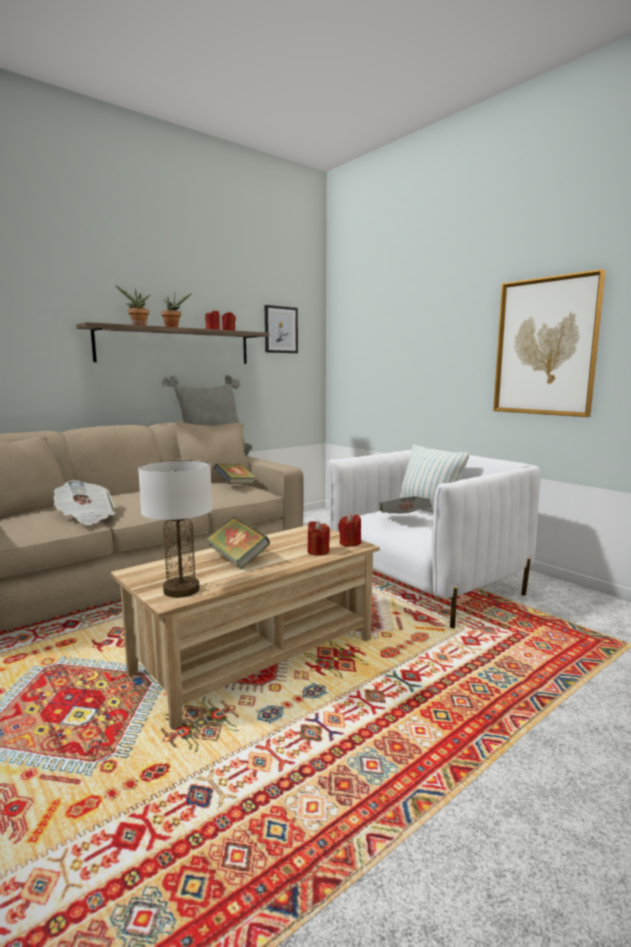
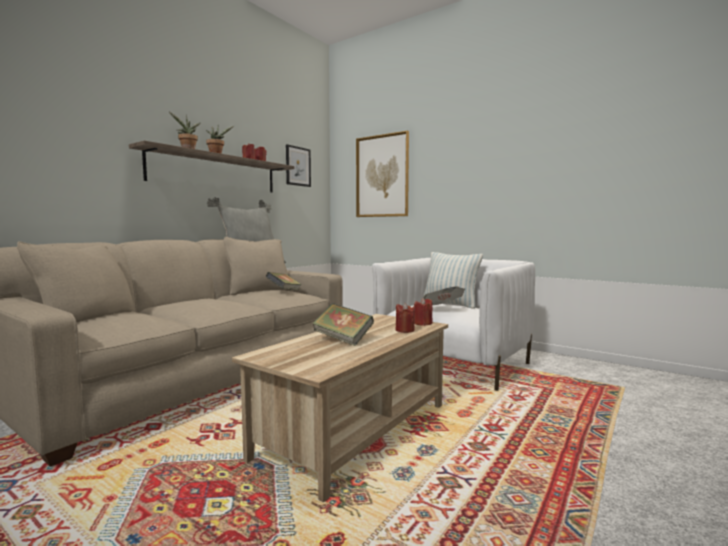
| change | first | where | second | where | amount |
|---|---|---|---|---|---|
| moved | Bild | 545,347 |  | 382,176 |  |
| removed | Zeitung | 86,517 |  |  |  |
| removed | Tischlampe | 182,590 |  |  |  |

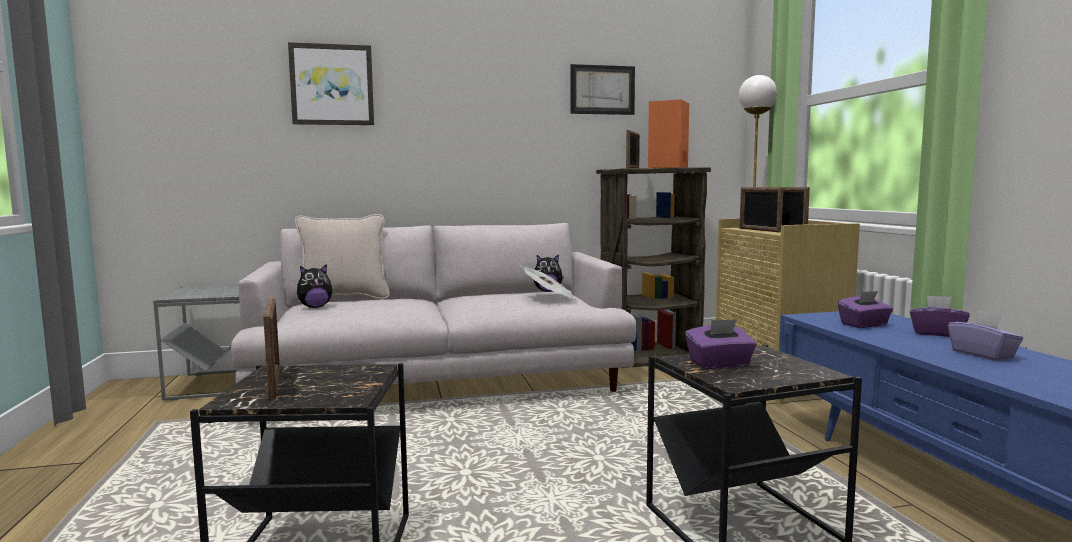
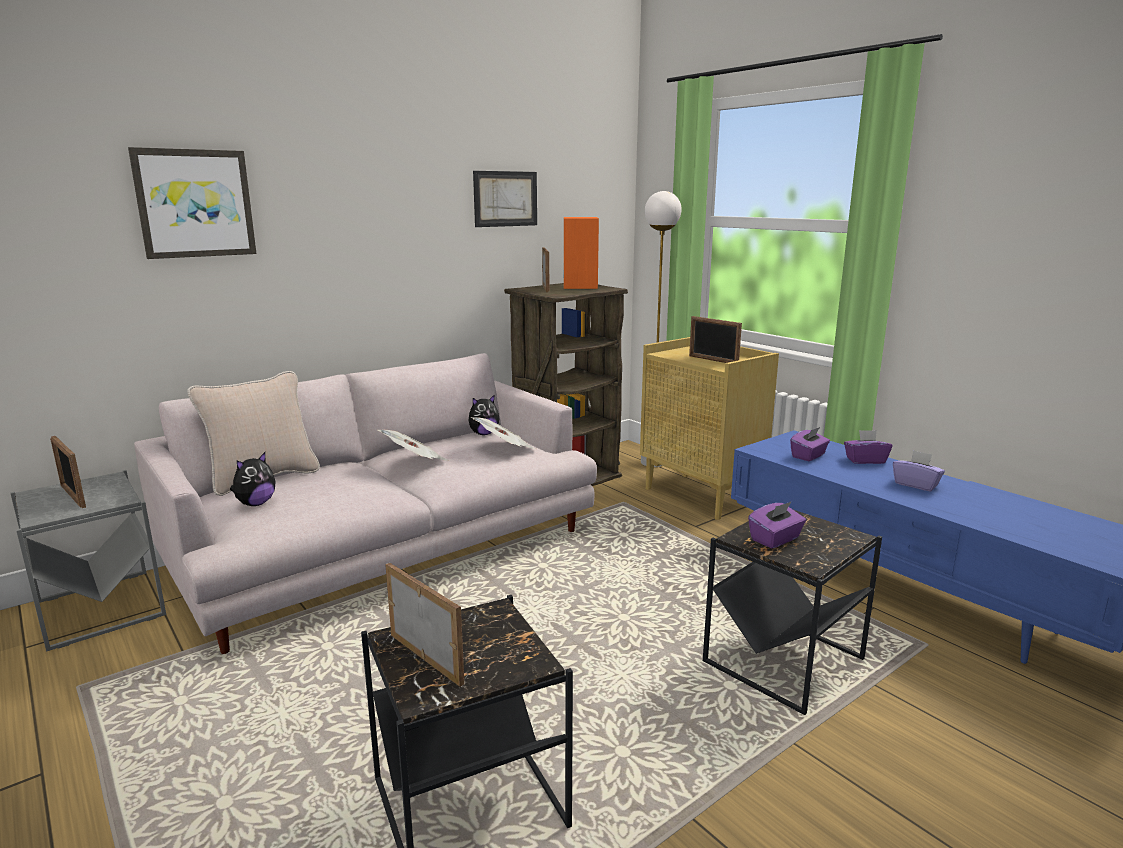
| change | first | where | second | where | amount |
|---|---|---|---|---|---|
| moved | Bilderrahmen | 759,230 |  | 73,496 |  |
| added |  |  | Zeitung | 415,462 |  |

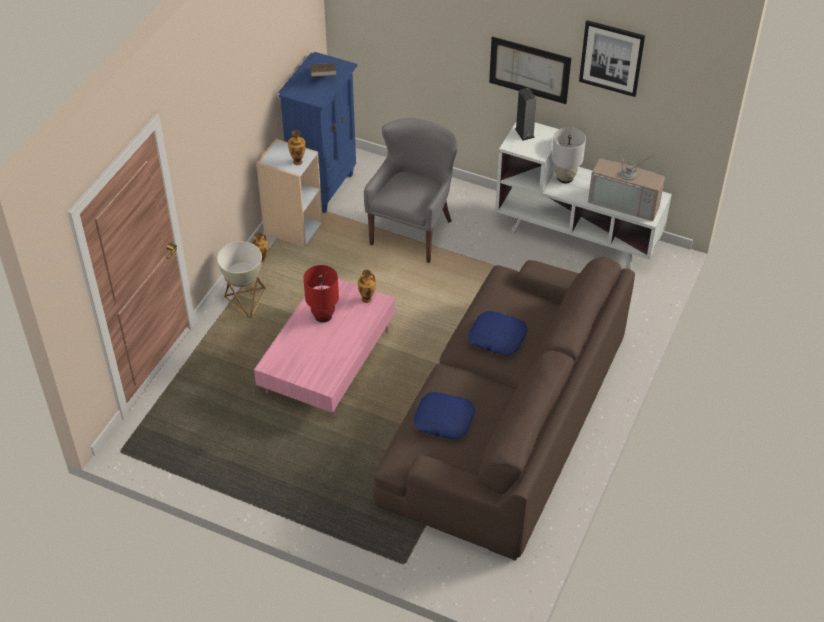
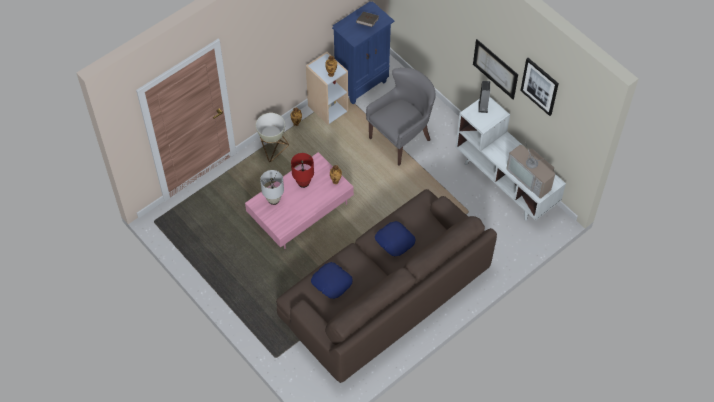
| change | first | where | second | where | amount |
|---|---|---|---|---|---|
| moved | Tischlampe (weiß) | 565,178 |  | 273,200 |  |

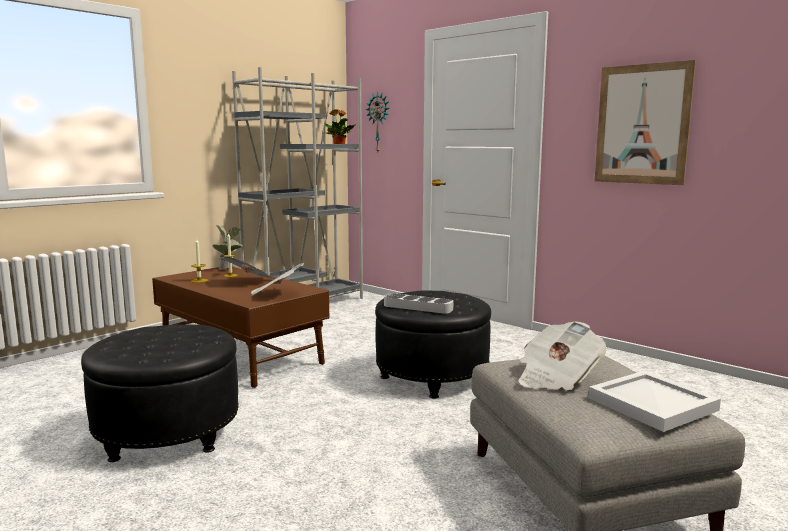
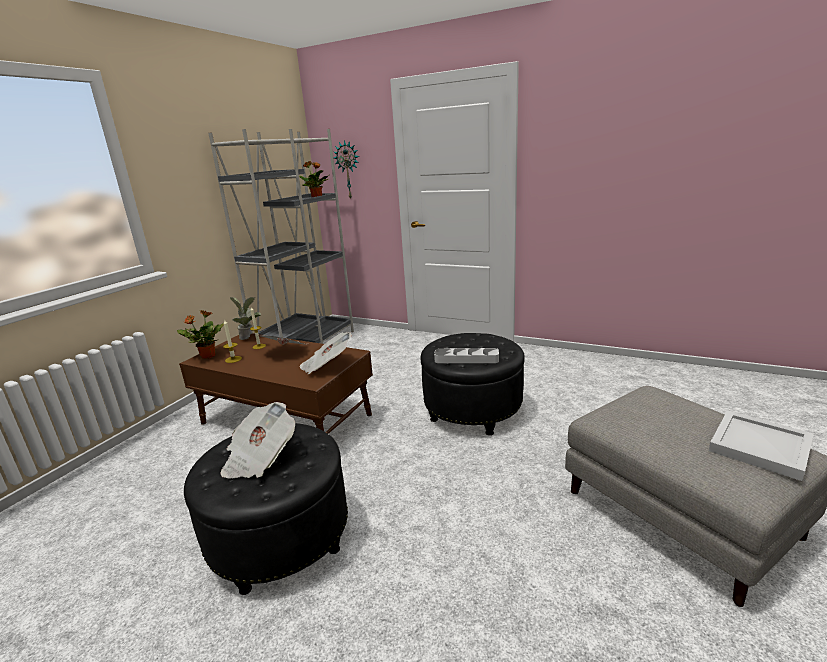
| change | first | where | second | where | amount |
|---|---|---|---|---|---|
| added |  |  | Topfpflanze | 207,356 |  |
| moved | Zeitung | 556,378 |  | 260,458 |  |
| removed | Bild | 642,124 |  |  |  |

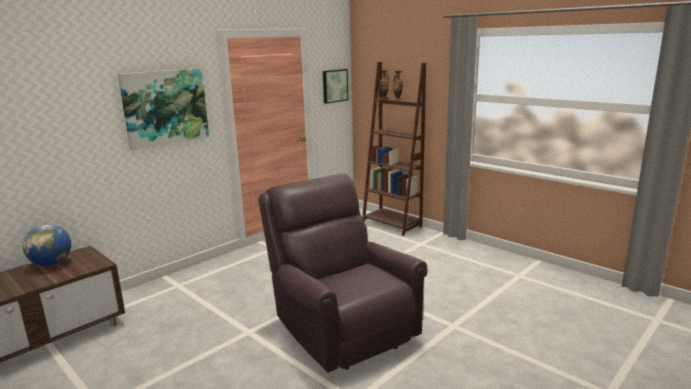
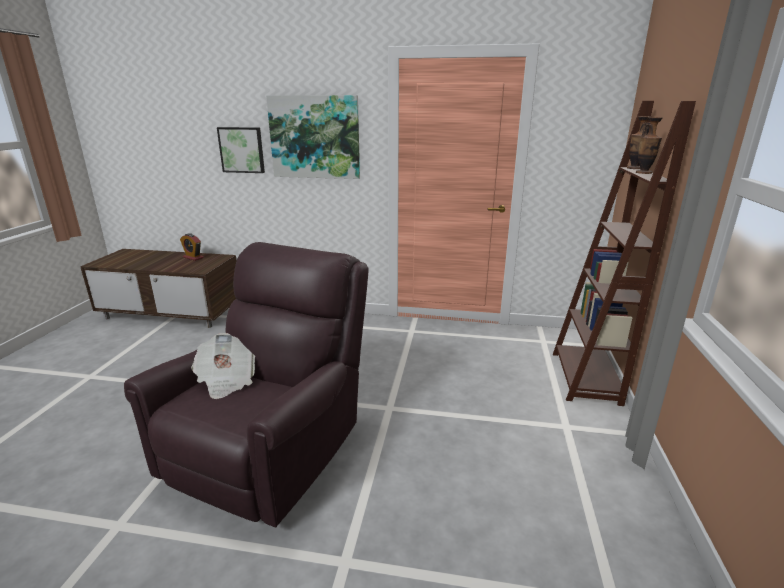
| change | first | where | second | where | amount |
|---|---|---|---|---|---|
| replaced | Globus | 51,264 | Wecker | 193,257 |  |
| added |  |  | Zeitung | 226,380 |  |
| moved | Bild | 334,85 |  | 242,150 |  |

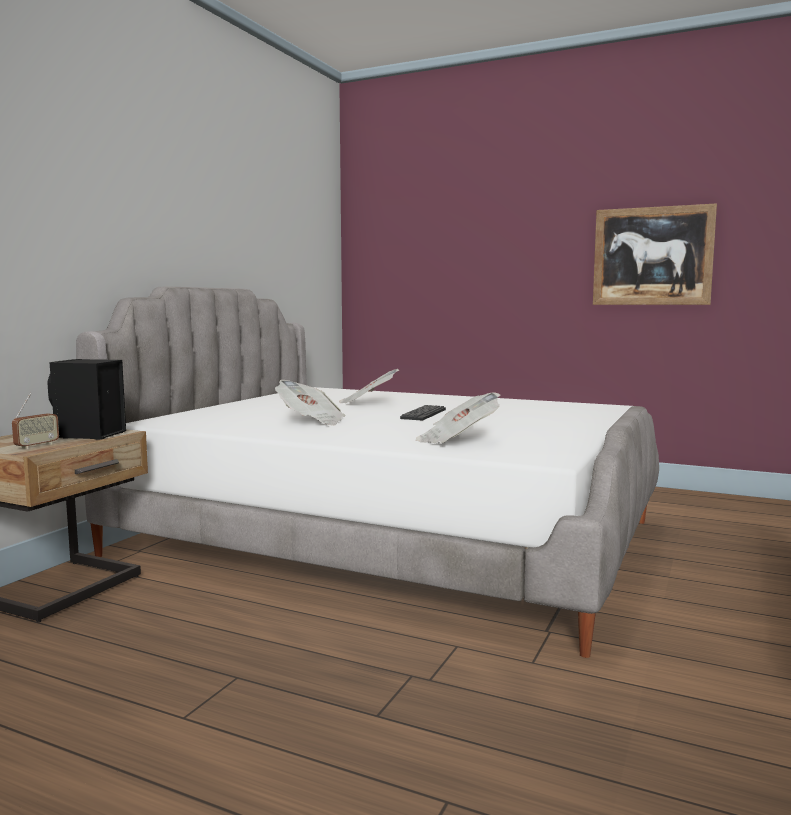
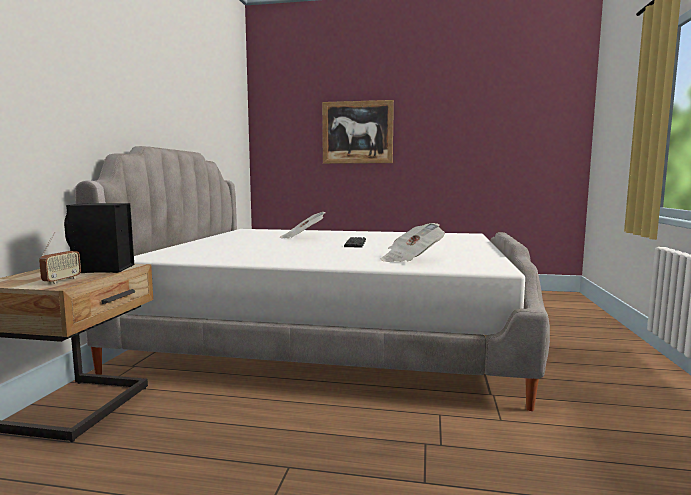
| change | first | where | second | where | amount |
|---|---|---|---|---|---|
| moved | Bild | 652,256 |  | 357,132 |  |
| removed | Zeitung | 311,421 |  |  |  |

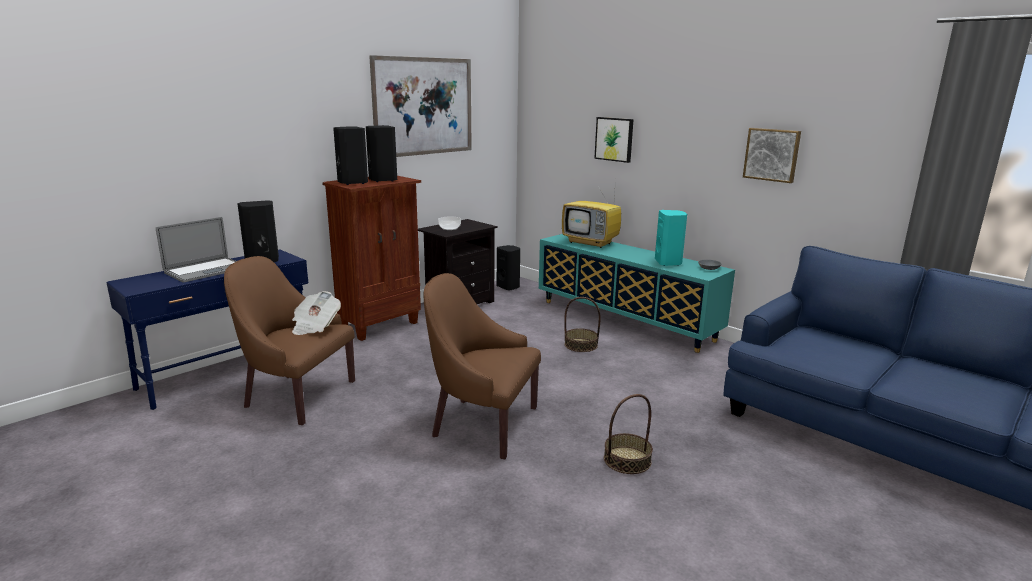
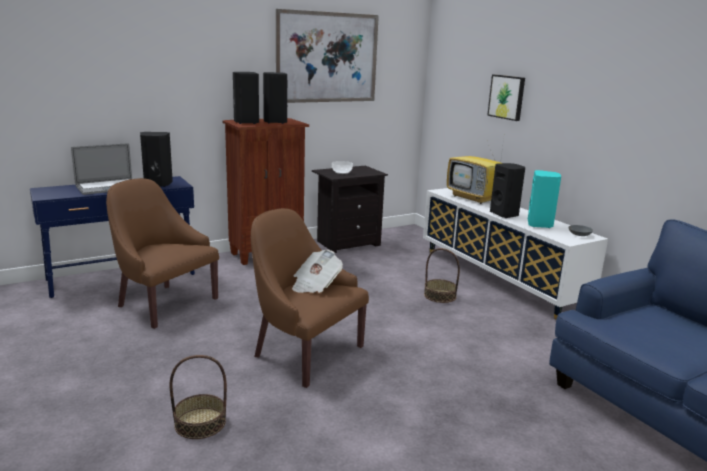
| change | first | where | second | where | amount |
|---|---|---|---|---|---|
| moved | Korb | 627,460 |  | 200,423 |  |
| moved | Zeitung | 315,326 |  | 315,285 |  |
| recoloured | Fernsehschrank (türkis) | 626,320 | Fernsehschrank (weiß) | 499,279 |  |
| moved | Lautsprecher (schwarz) | 509,287 |  | 505,214 |  |
| removed | Bild | 772,154 |  |  |  |

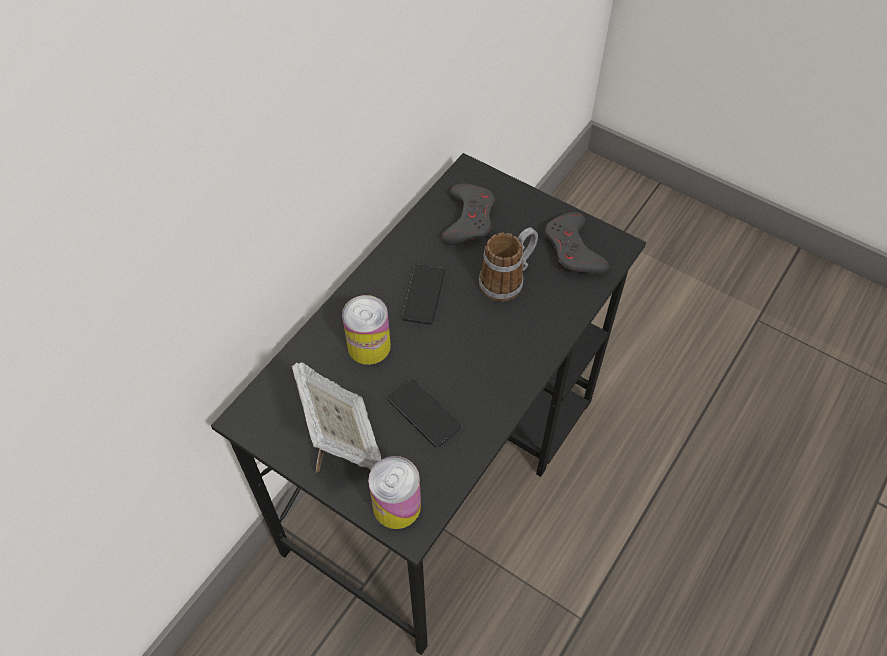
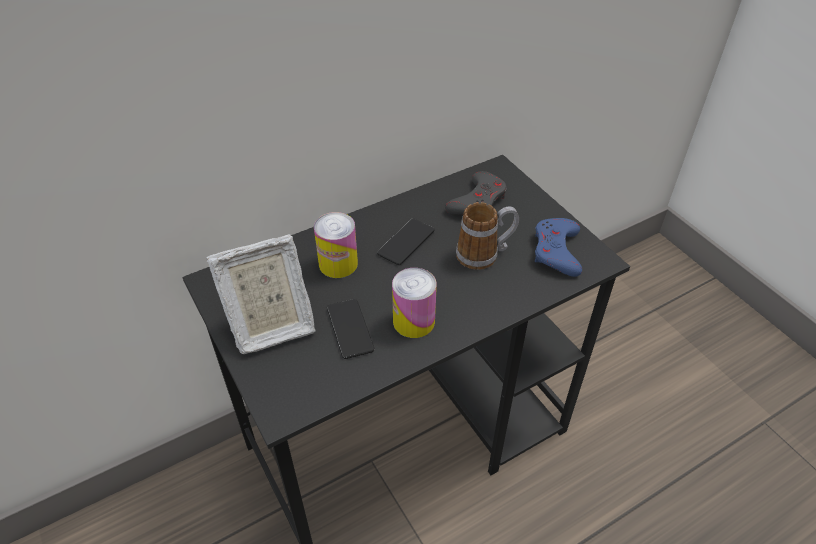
| change | first | where | second | where | amount |
|---|---|---|---|---|---|
| turned | Bilderrahmen | 343,444 |  | 270,327 | 60 degrees clockwise |
| moved | Dose | 396,506 |  | 414,321 |  |
| recoloured | Gamepad (grau) | 573,250 | Gamepad (blau) | 556,251 |  |

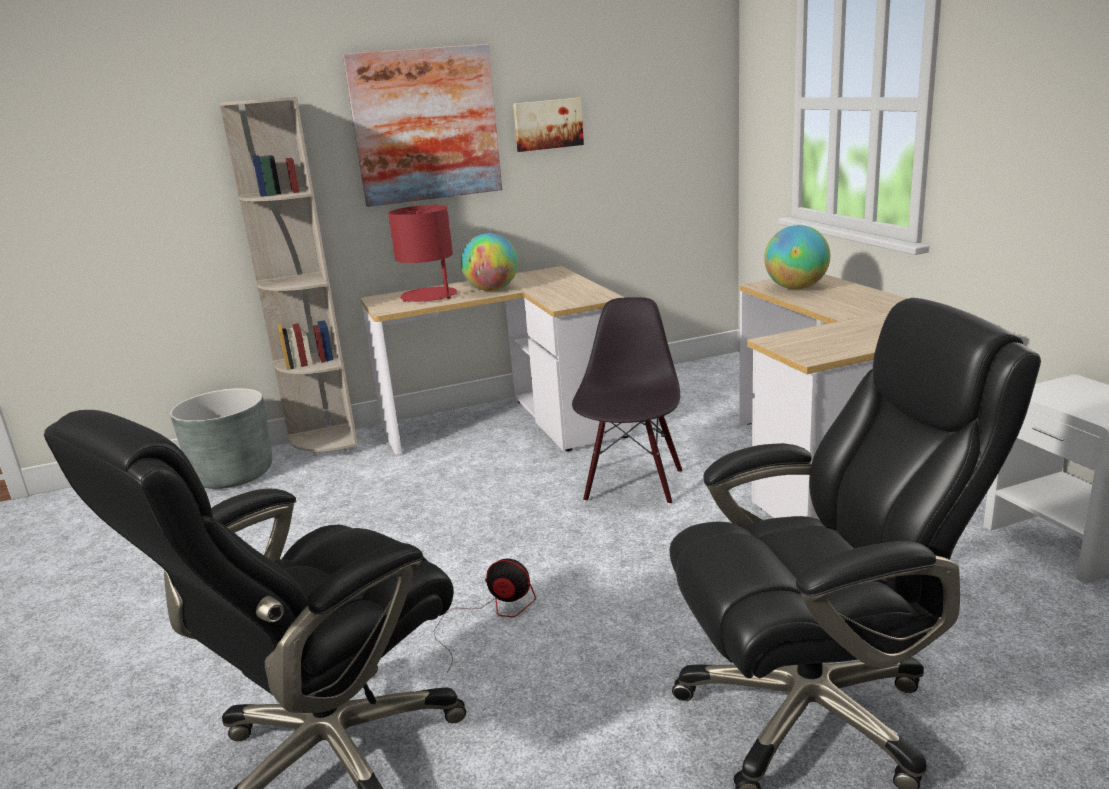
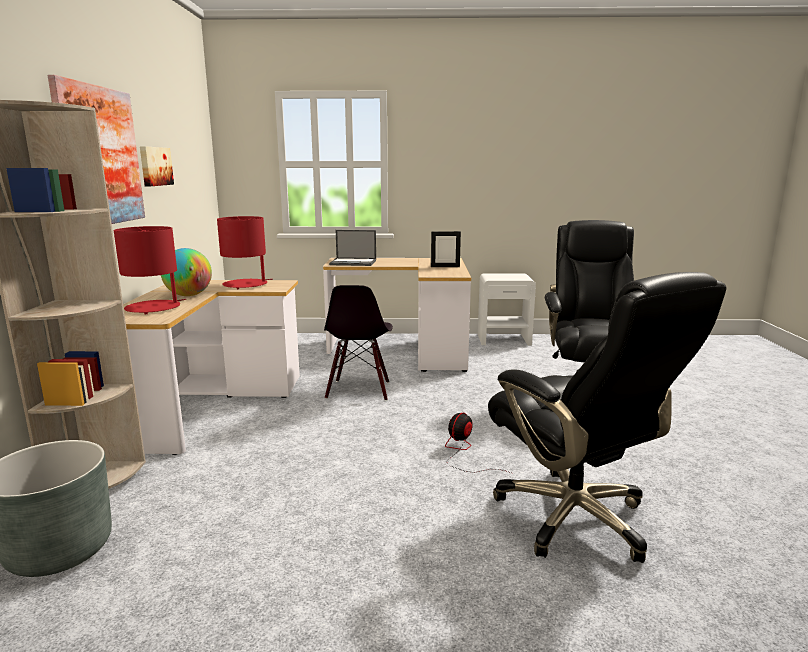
| change | first | where | second | where | amount |
|---|---|---|---|---|---|
| added |  |  | Tischlampe (rot) | 246,285 |  |
| turned | Stuhl (schwarz) | 632,485 |  | 359,390 | 120 degrees counterclockwise |
| replaced | Globus | 796,288 | Laptop | 354,262 |  |
| added |  |  | Bilderrahmen | 445,266 |  |

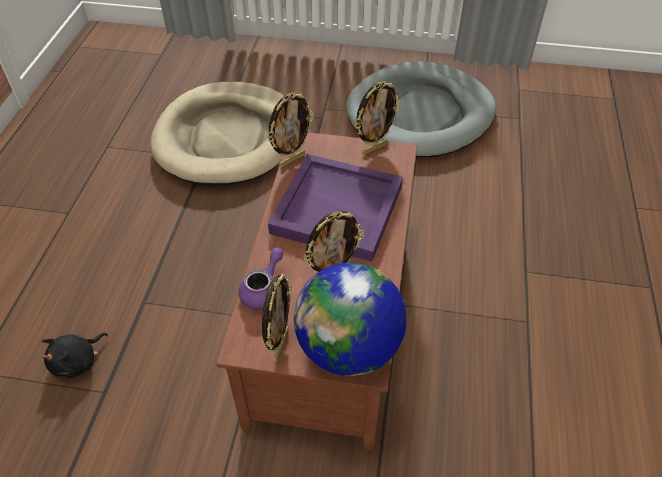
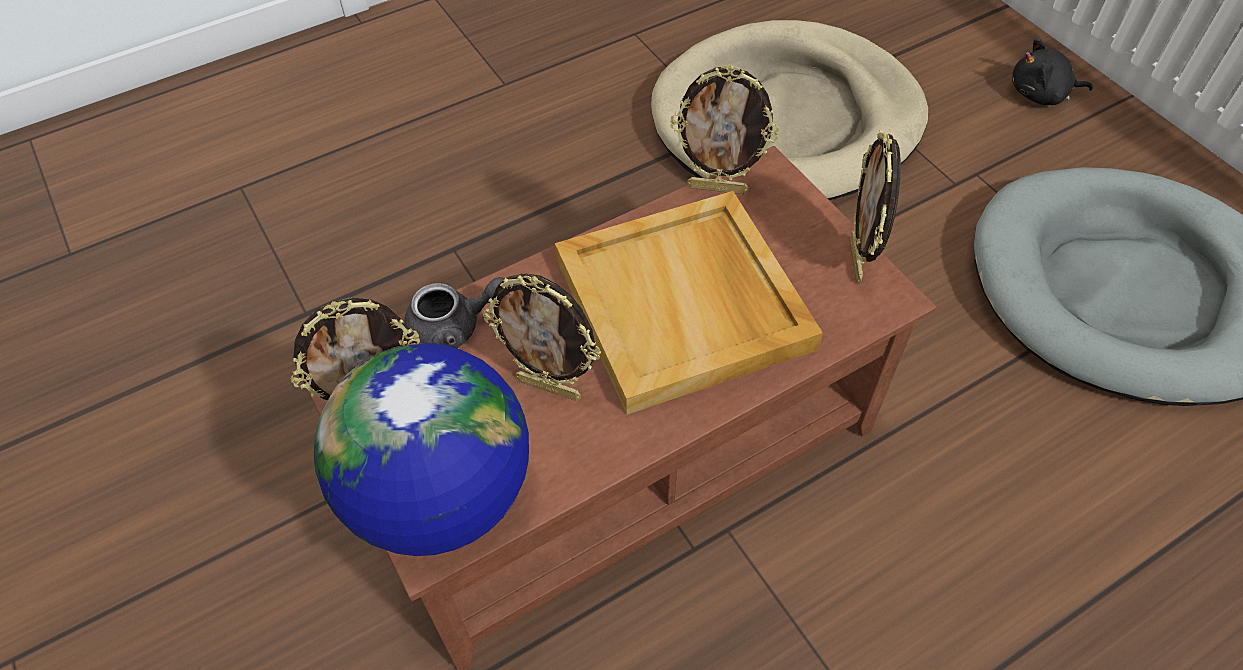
| change | first | where | second | where | amount |
|---|---|---|---|---|---|
| recoloured | Teekanne (lila) | 265,290 | Teekanne (grau) | 455,327 |  |
| recoloured | Tablett (lila) | 338,209 | Tablett (beige) | 685,304 |  |
| turned | Bilderrahmen | 374,148 |  | 857,261 | 75 degrees clockwise |
| moved | Plüschtier (schwarz) | 77,361 |  | 1041,94 |  |

